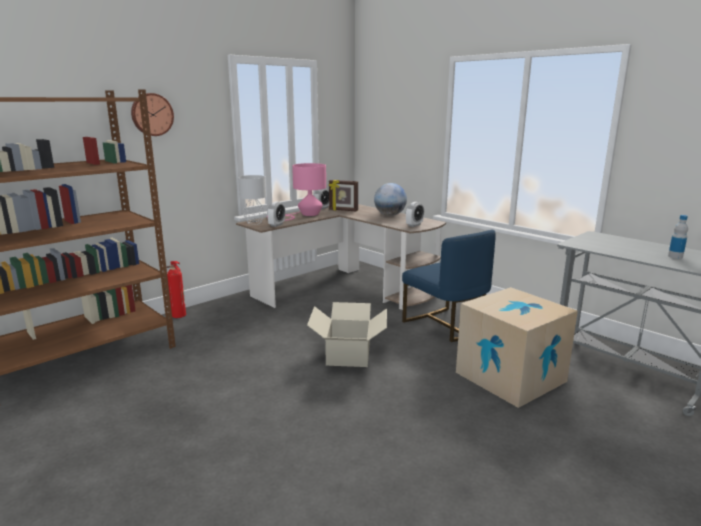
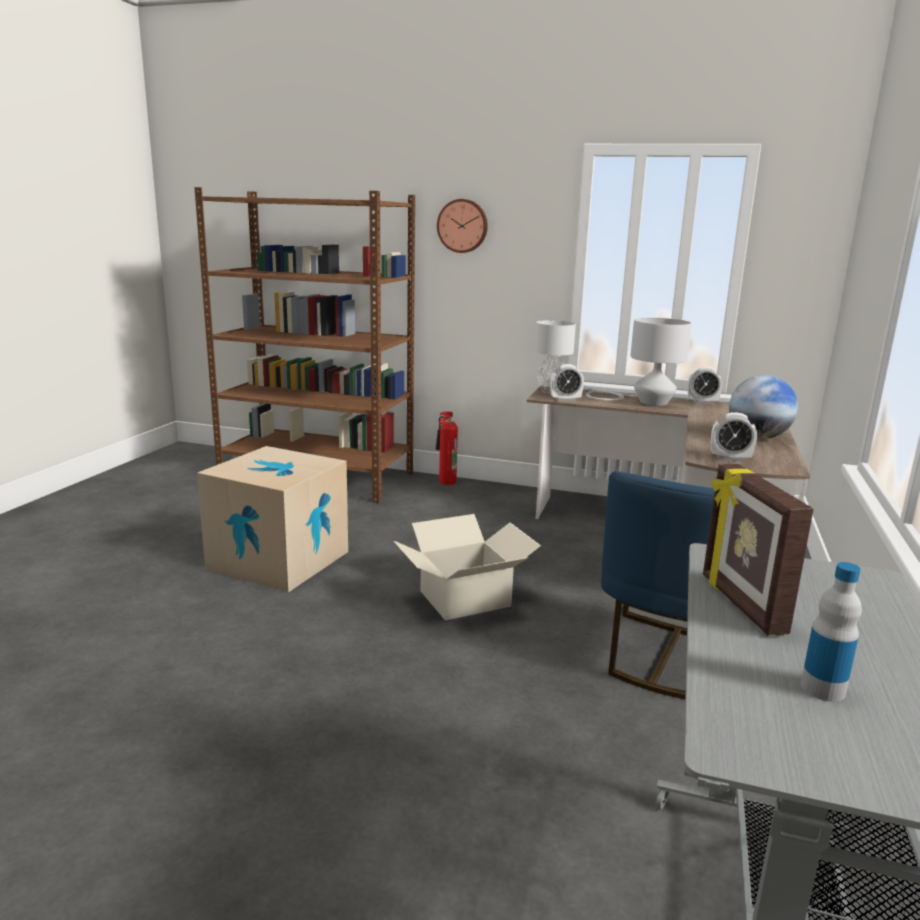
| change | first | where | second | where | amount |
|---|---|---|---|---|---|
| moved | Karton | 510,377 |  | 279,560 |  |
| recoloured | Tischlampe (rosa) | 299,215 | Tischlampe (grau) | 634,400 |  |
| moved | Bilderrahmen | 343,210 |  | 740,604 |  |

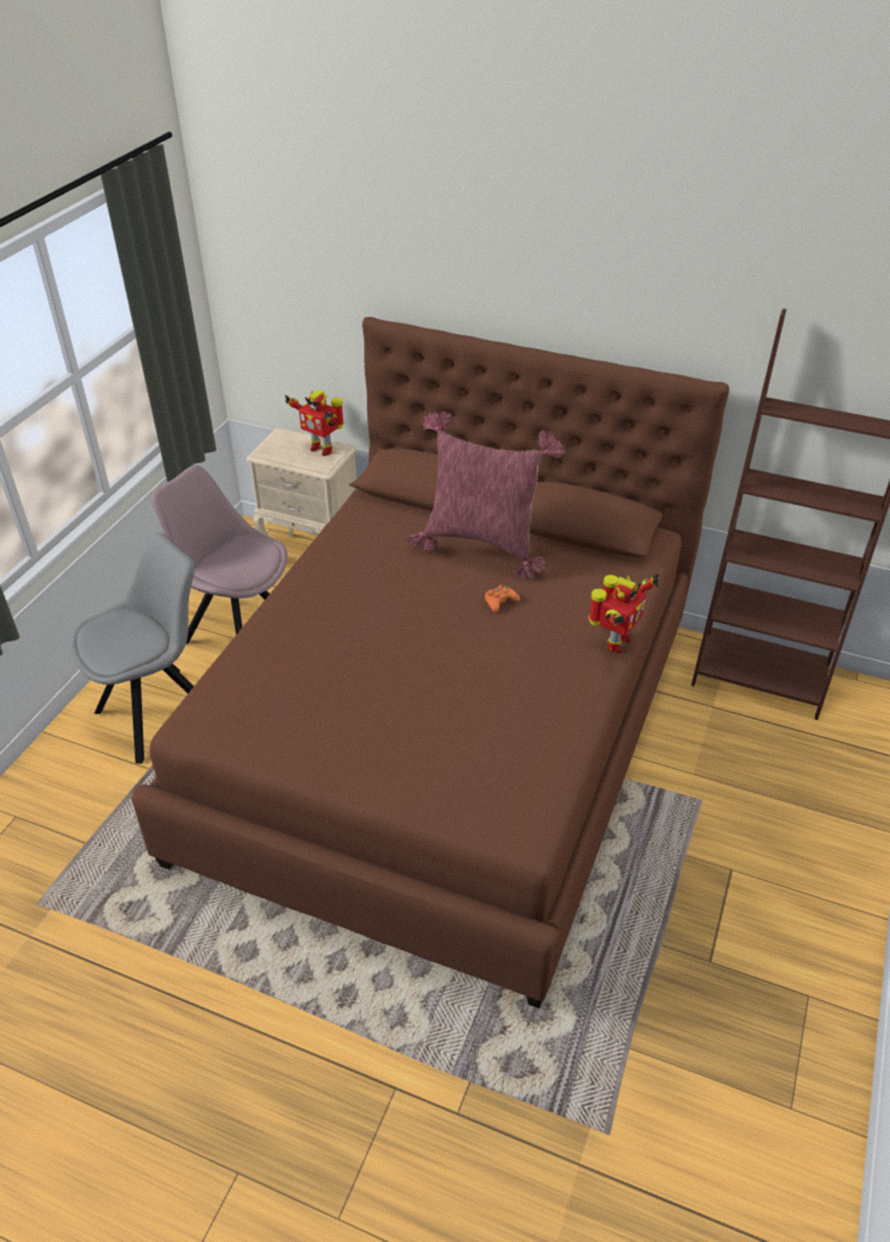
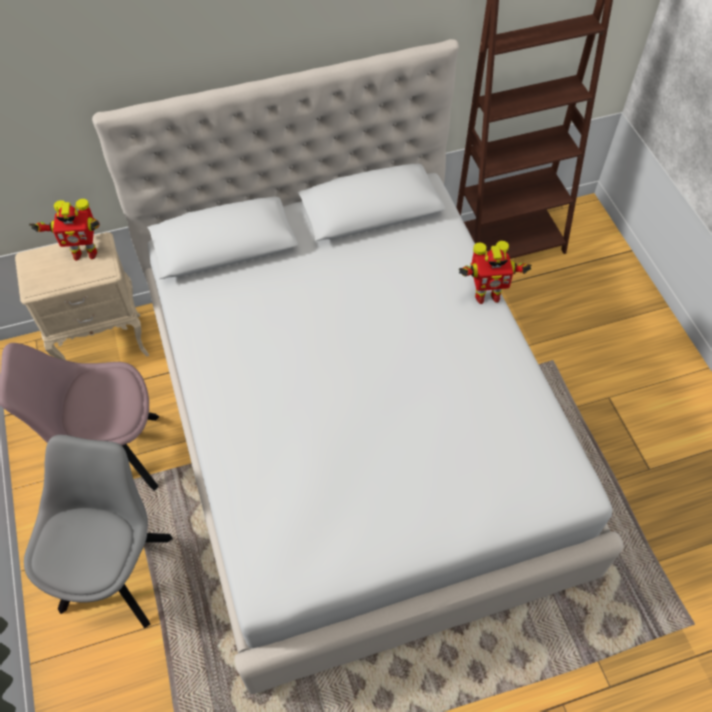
| change | first | where | second | where | amount |
|---|---|---|---|---|---|
| recoloured | Bett (braun) | 446,736 | Bett (weiß) | 356,429 |  |
| turned | Spielzeugroboter | 615,643 |  | 486,295 | 90 degrees clockwise |
| removed | Kissen (rot) | 482,551 |  |  |  |
| removed | Gamepad (orange) | 500,602 |  |  |  |

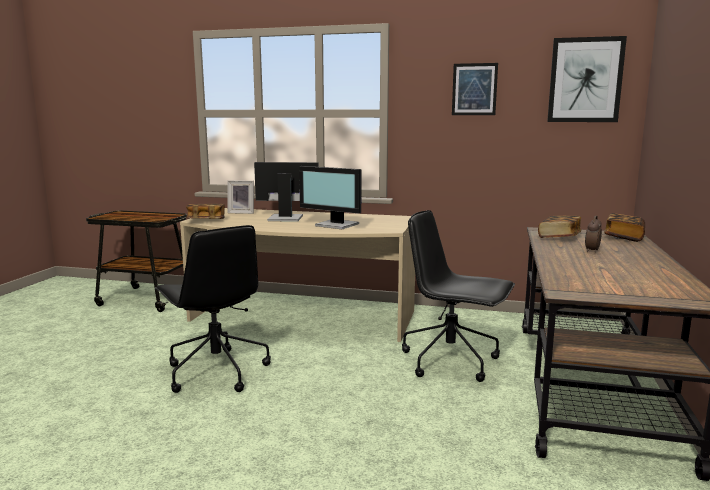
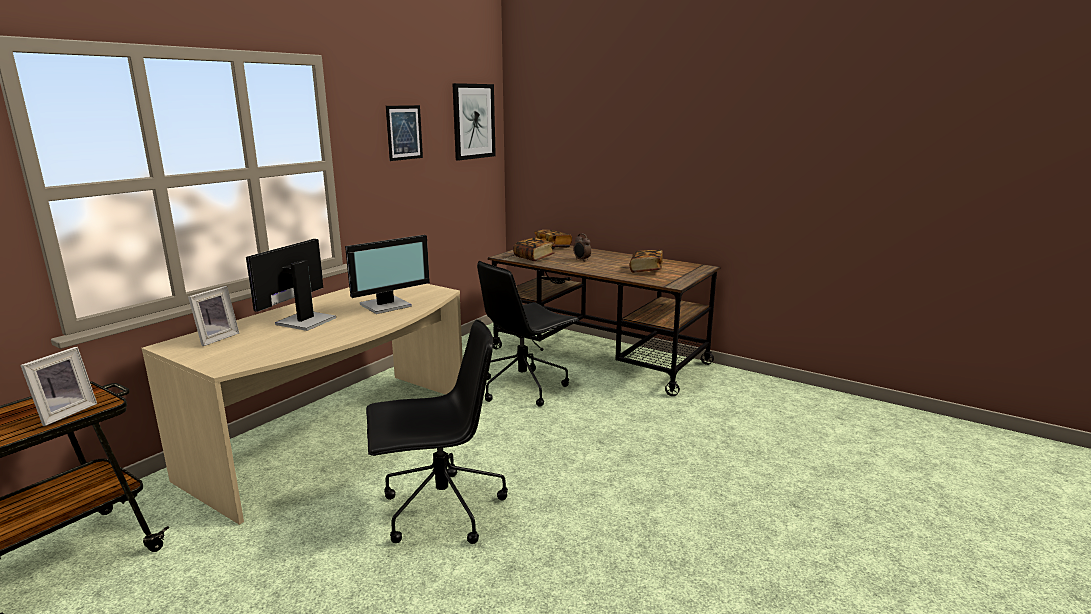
| change | first | where | second | where | amount |
|---|---|---|---|---|---|
| added |  |  | Bilderrahmen | 64,413 |  |
| moved | Buch | 206,220 |  | 646,270 |  |

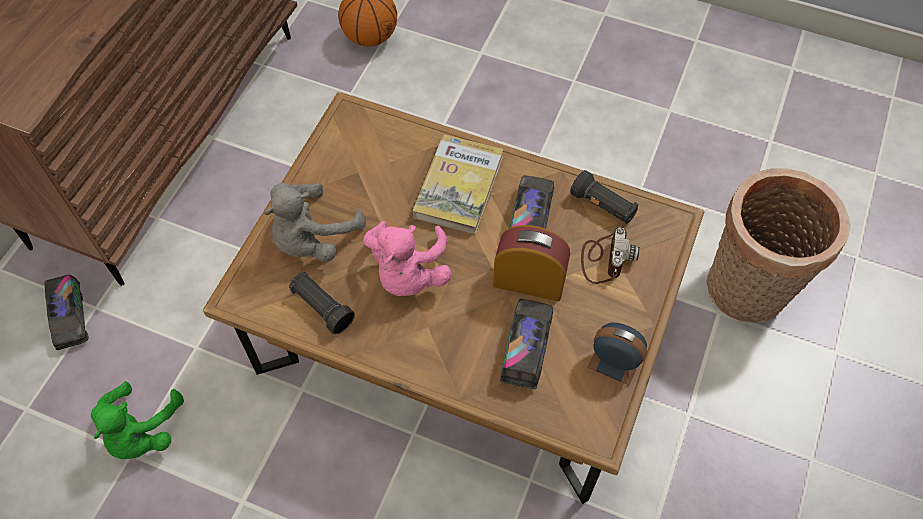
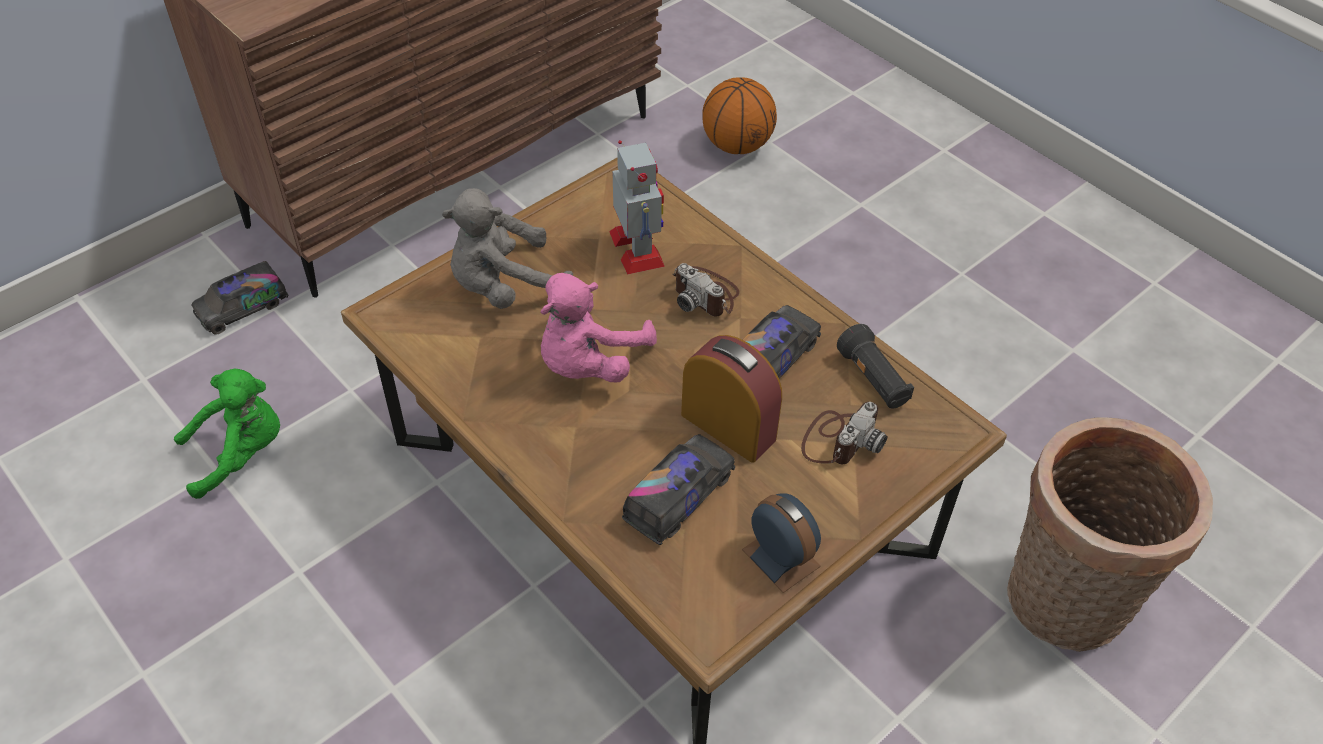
| change | first | where | second | where | amount |
|---|---|---|---|---|---|
| turned | Plüschtier (grün) | 142,432 |  | 241,453 | 150 degrees counterclockwise |
| turned | Spielzeuglaster | 70,318 |  | 243,308 | 45 degrees clockwise |
| added |  |  | Spielzeugroboter | 637,249 |  |
| replaced | Buch | 459,187 | Kamera | 706,294 |  |
| removed | Taschenlampe (schwarz) | 322,307 |  |  |  |

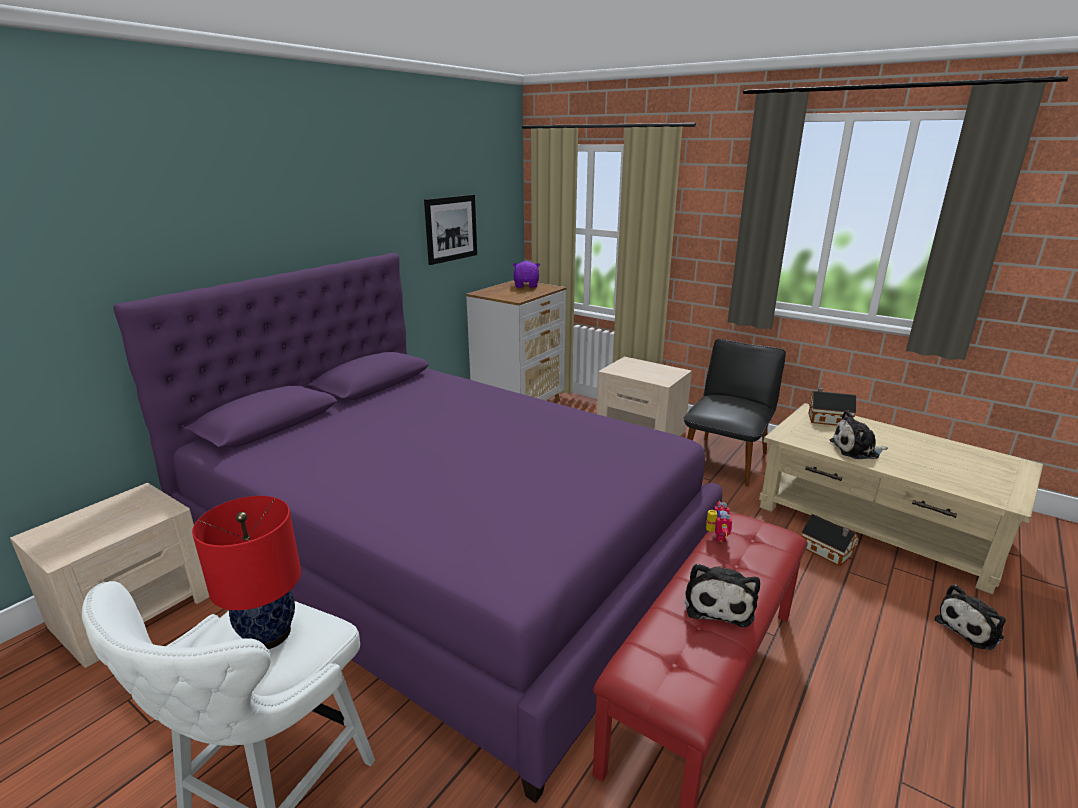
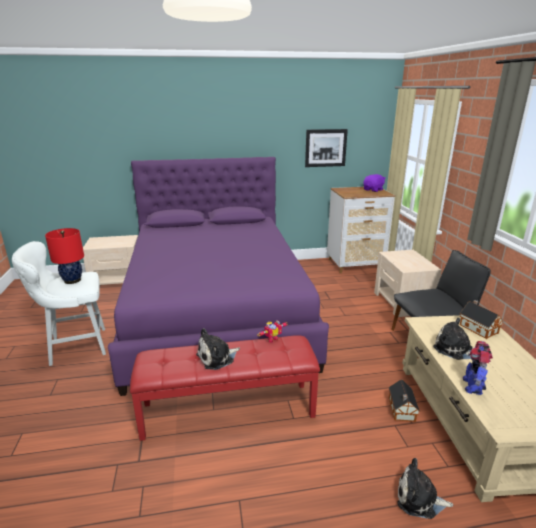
| change | first | where | second | where | amount |
|---|---|---|---|---|---|
| added |  |  | Spielzeugroboter | 473,386 |  |

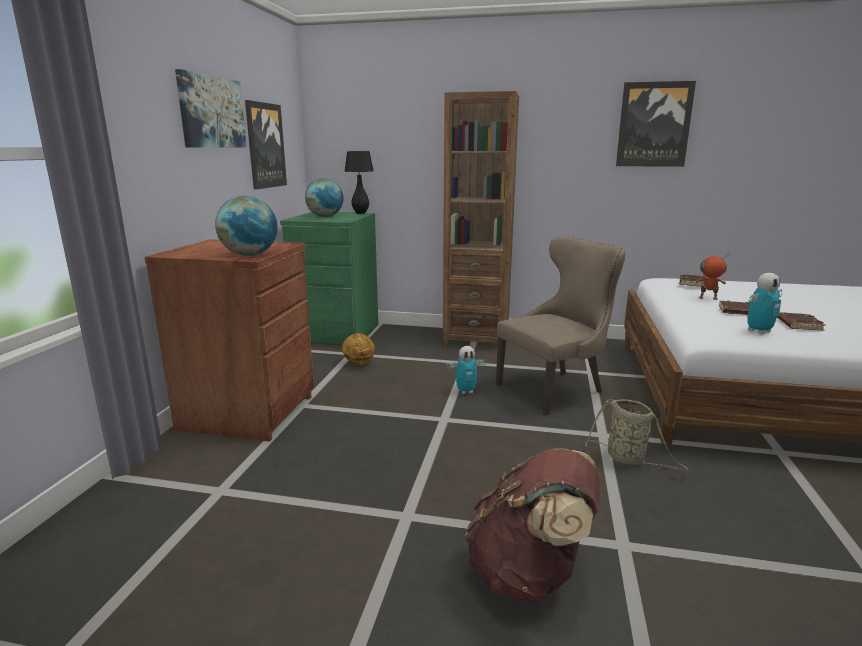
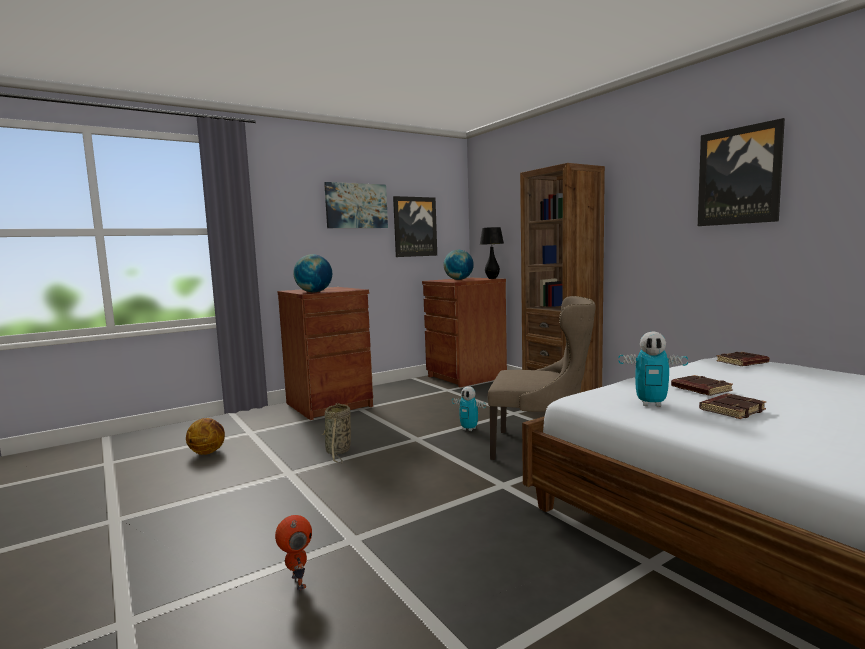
| change | first | where | second | where | amount |
|---|---|---|---|---|---|
| moved | Basketball | 359,363 |  | 207,452 |  |
| moved | Spielzeugroboter | 708,298 |  | 297,582 |  |
| moved | Korb | 628,459 |  | 338,452 |  |
| recoloured | Kommode (grün) | 338,333 | Kommode (braun) | 467,377 |  |
| removed | Rucksack (braun) | 529,574 |  |  |  |

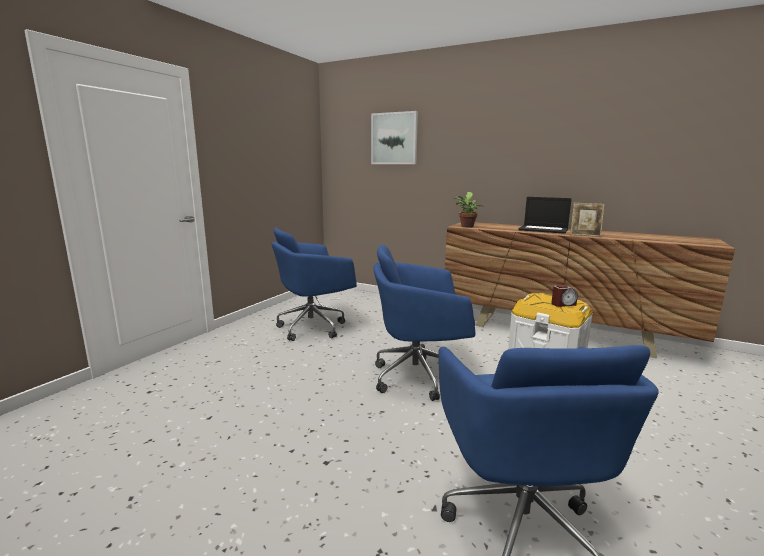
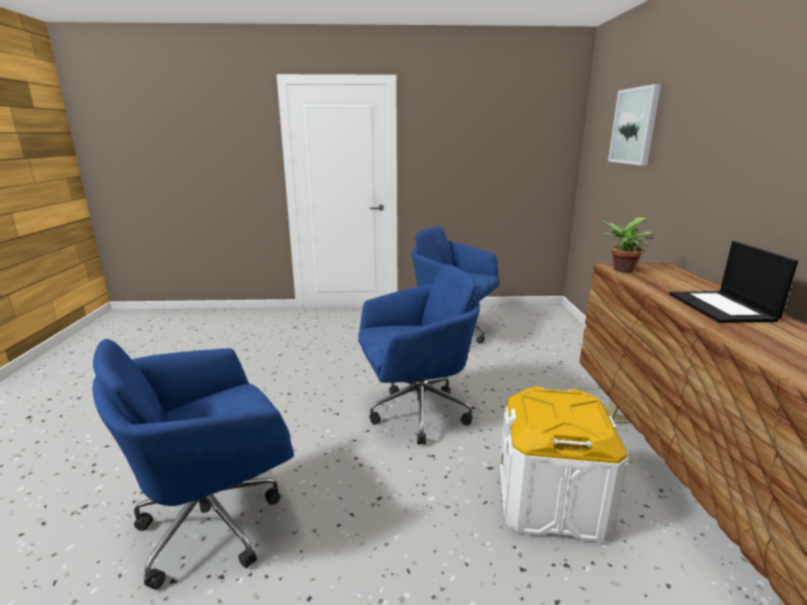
| change | first | where | second | where | amount |
|---|---|---|---|---|---|
| turned | Bürostuhl (blau) | 419,378 |  | 415,415 | 105 degrees clockwise |
| removed | Wecker | 563,304 |  |  |  |
| removed | Bilderrahmen | 585,235 |  |  |  |

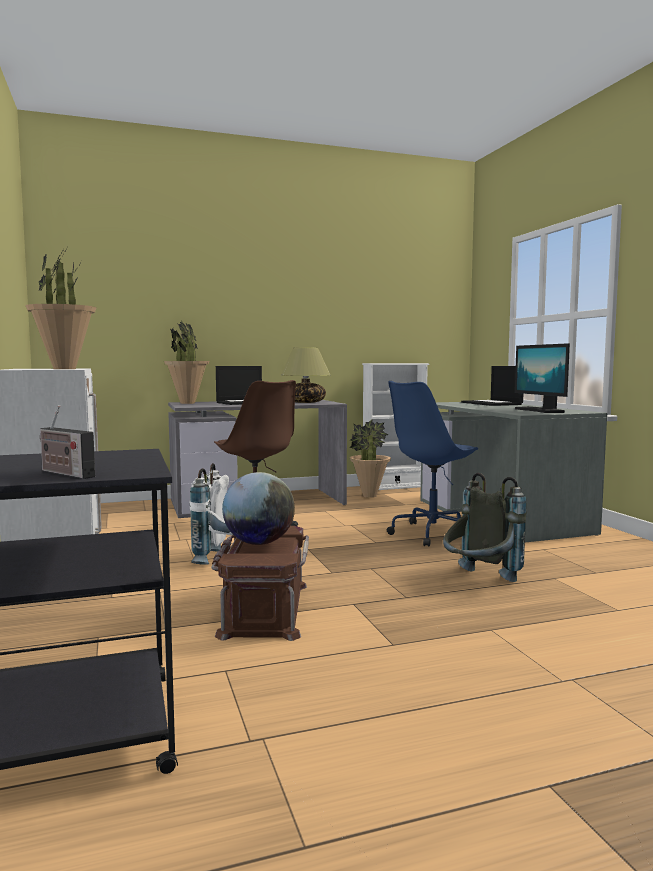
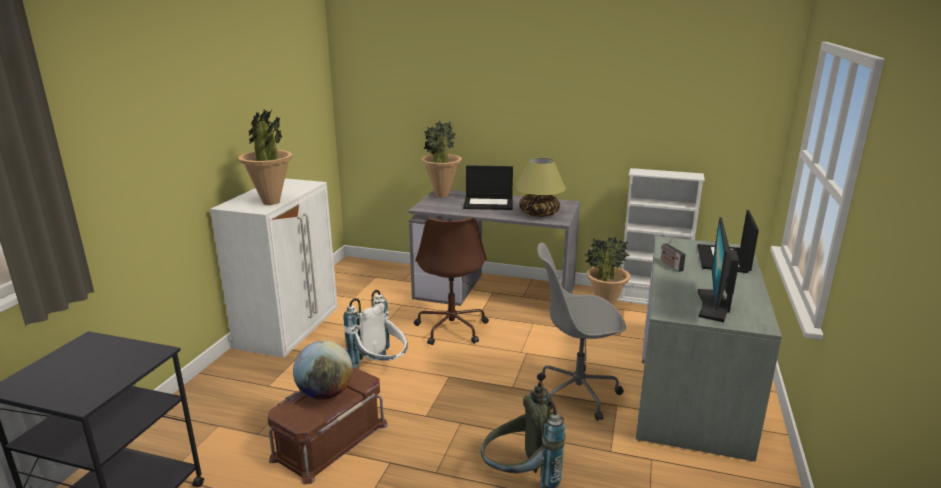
| change | first | where | second | where | amount |
|---|---|---|---|---|---|
| recoloured | Bürostuhl (blau) | 430,535 | Bürostuhl (grau) | 575,393 |  |
| moved | Radio | 64,473 |  | 670,265 |  |

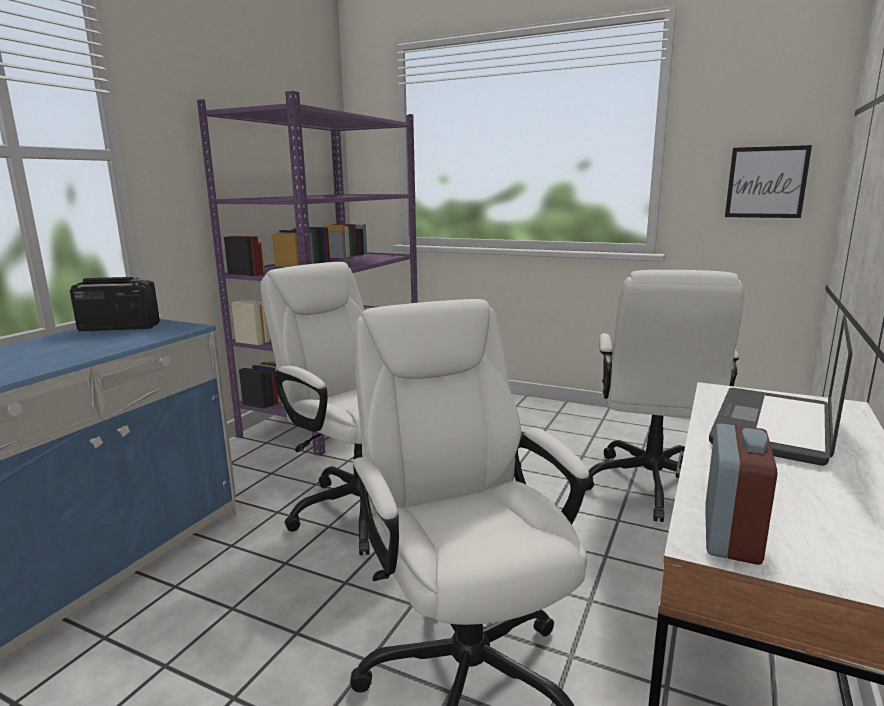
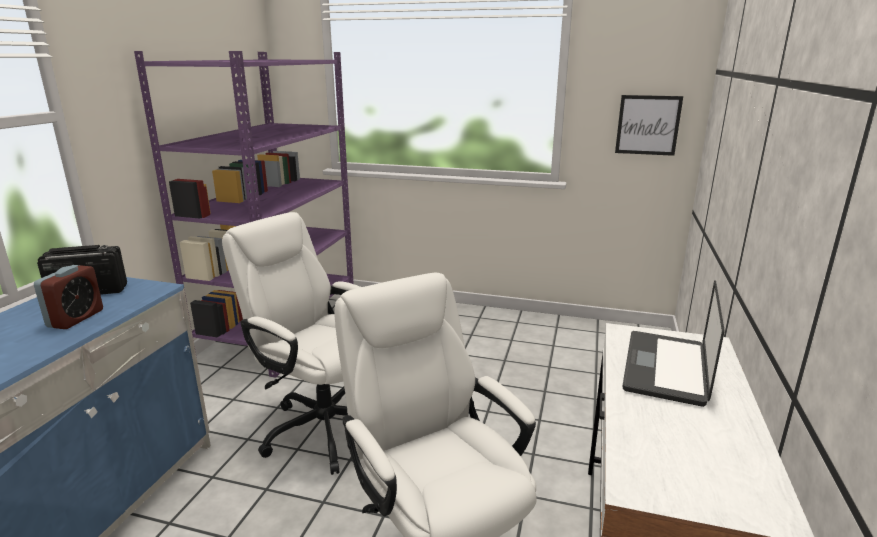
| change | first | where | second | where | amount |
|---|---|---|---|---|---|
| moved | Wecker | 731,534 |  | 76,318 |  |
| removed | Bürostuhl (weiß) | 652,489 |  |  |  |

